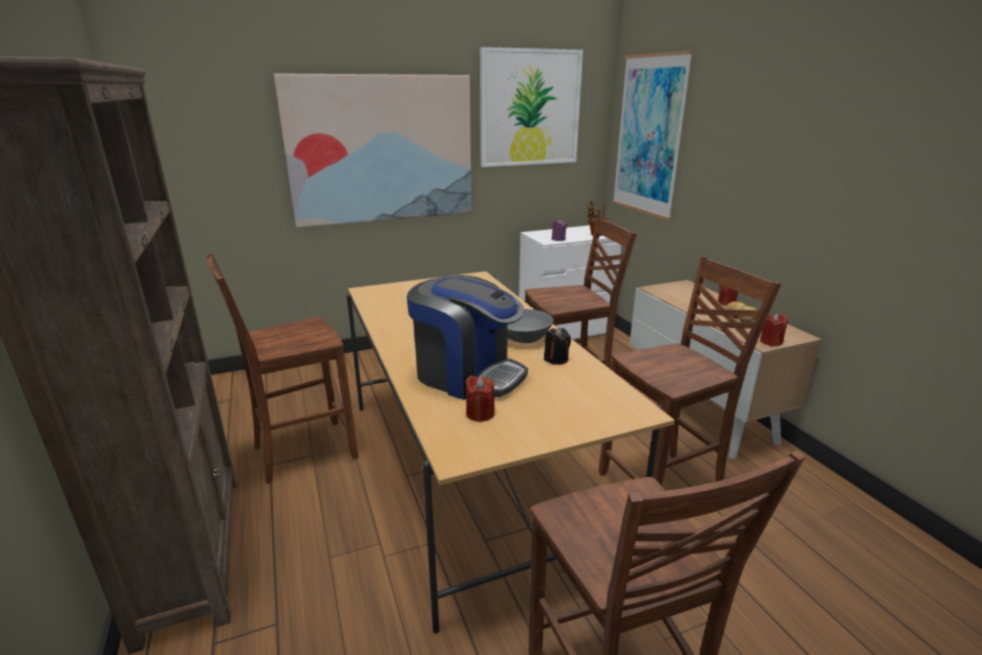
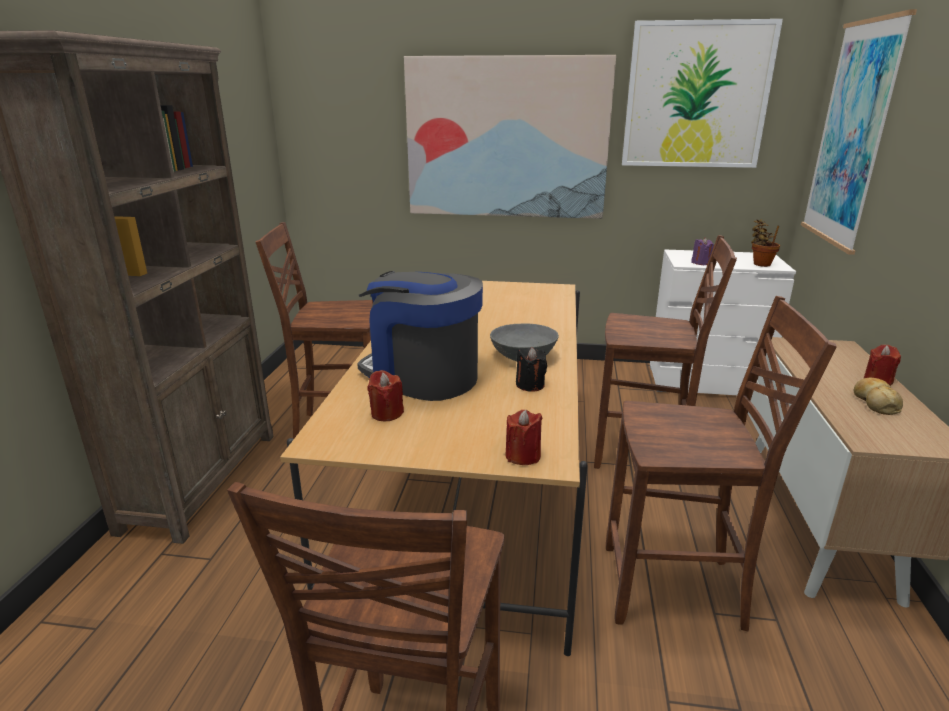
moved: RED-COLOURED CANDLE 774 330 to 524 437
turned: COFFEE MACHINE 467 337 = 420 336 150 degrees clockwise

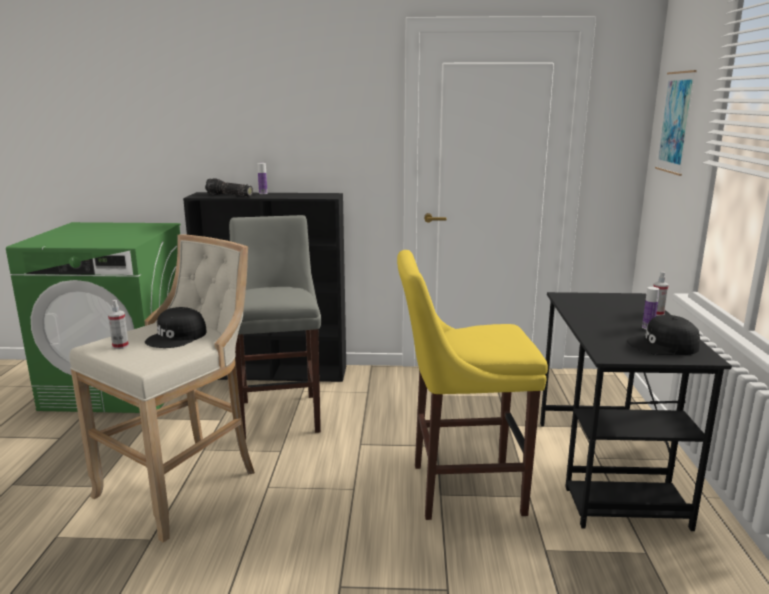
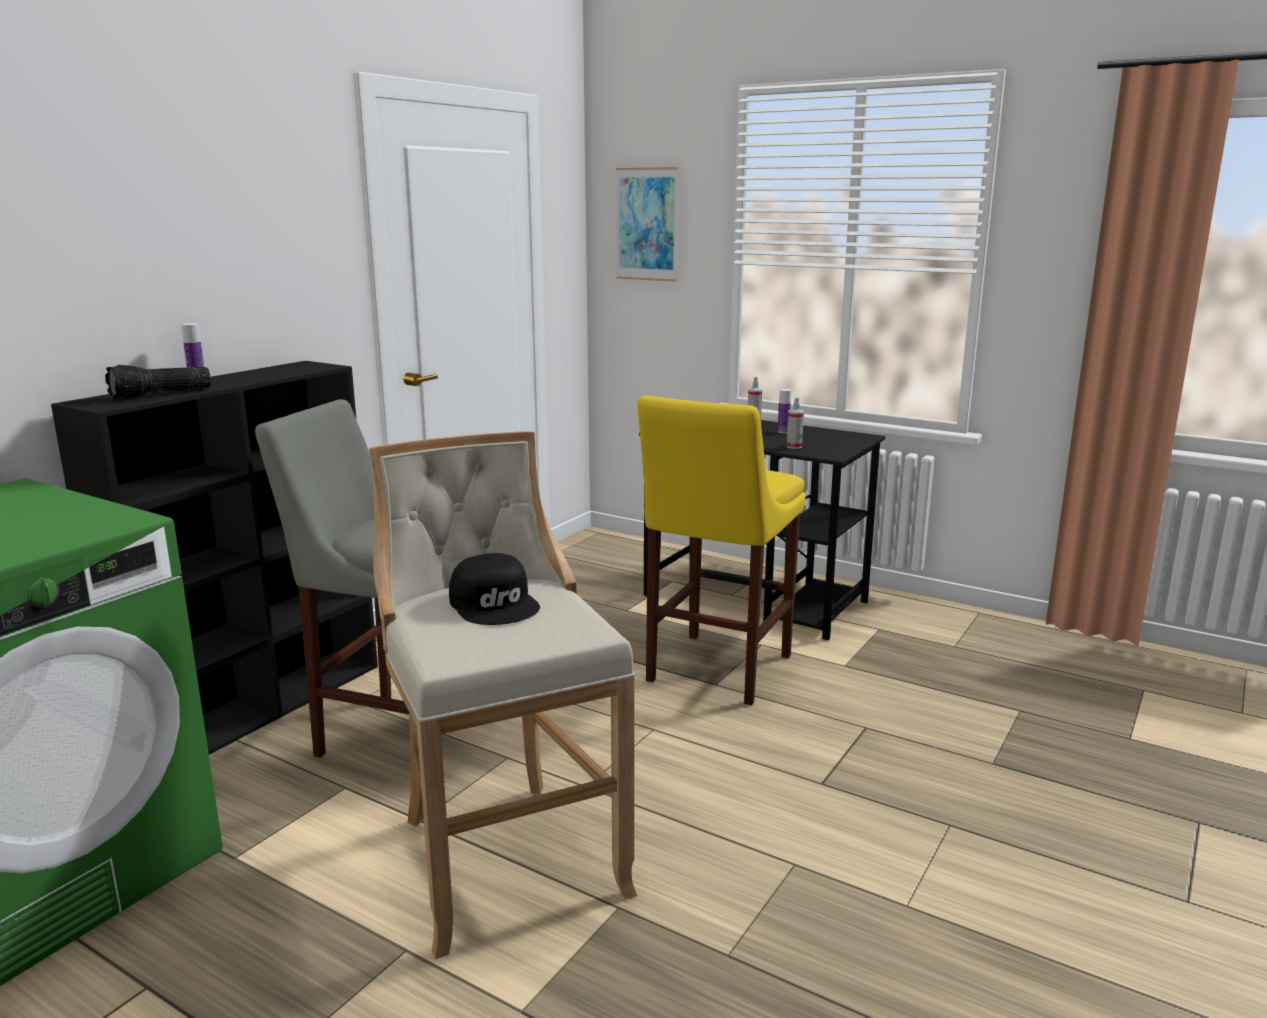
removed: BLACKISH CAP 663 335
moved: HAND SPRAYER 118 324 to 795 423

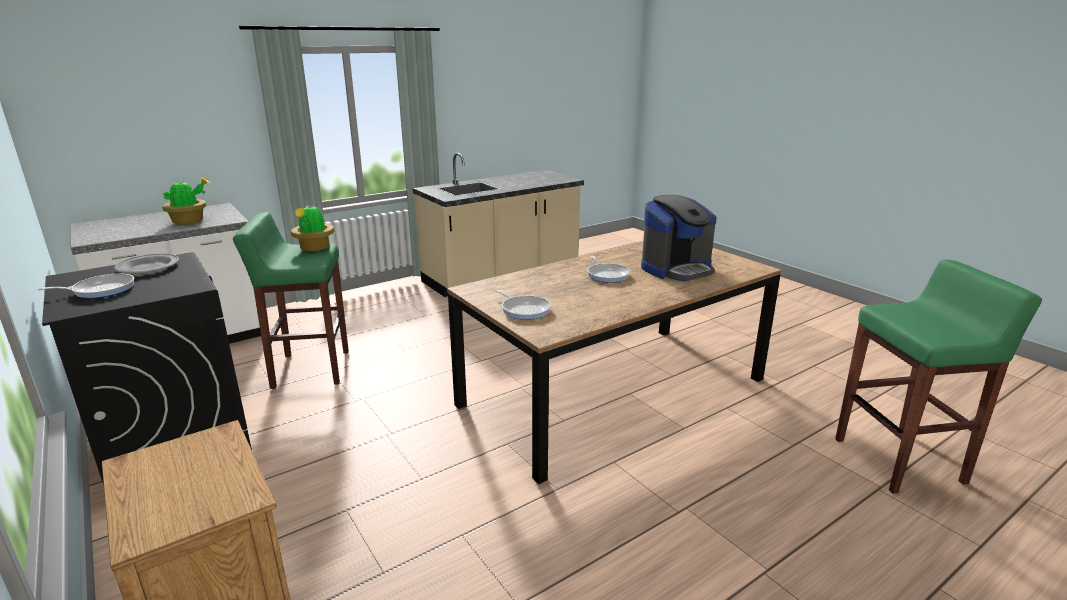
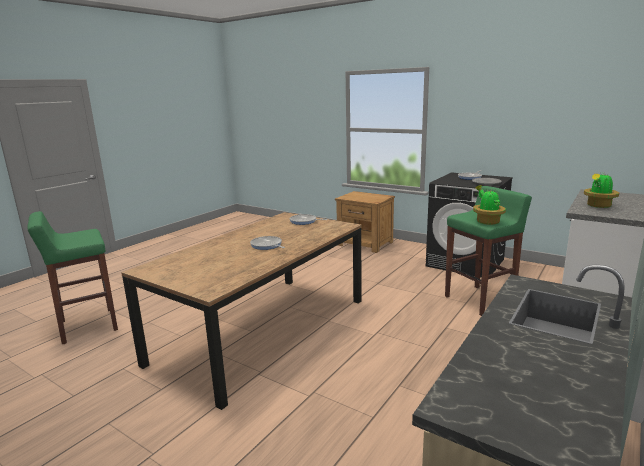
removed: COFFEE MACHINE 679 238

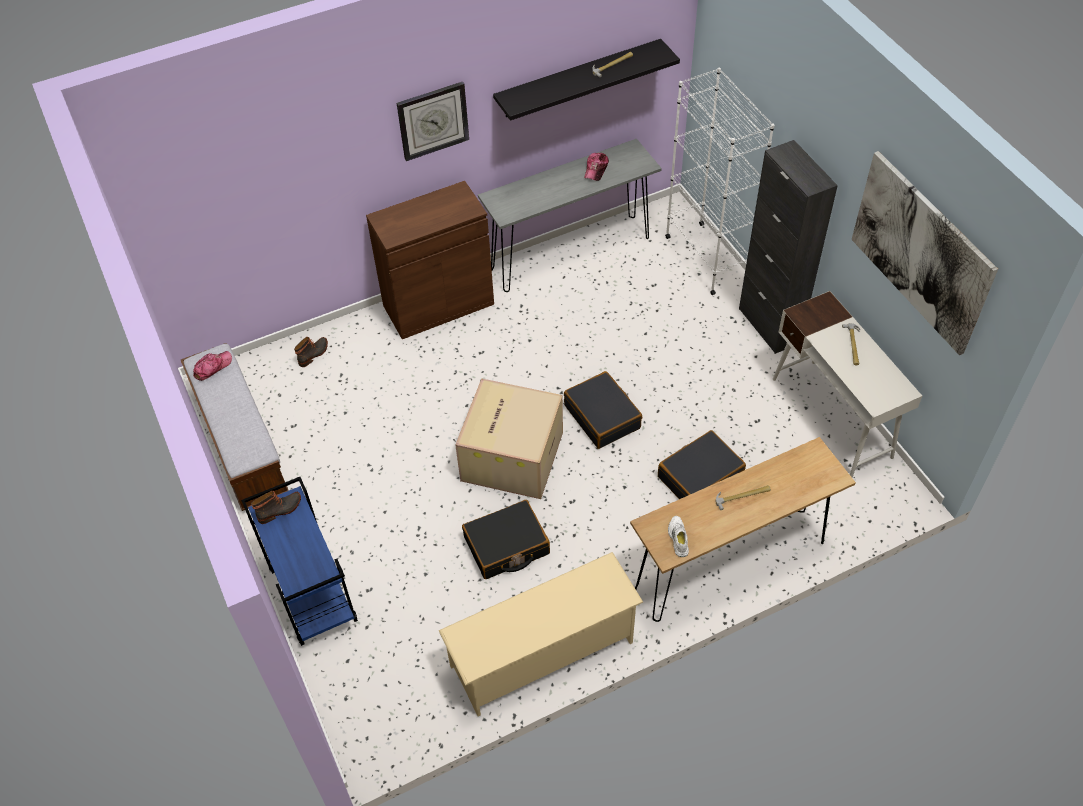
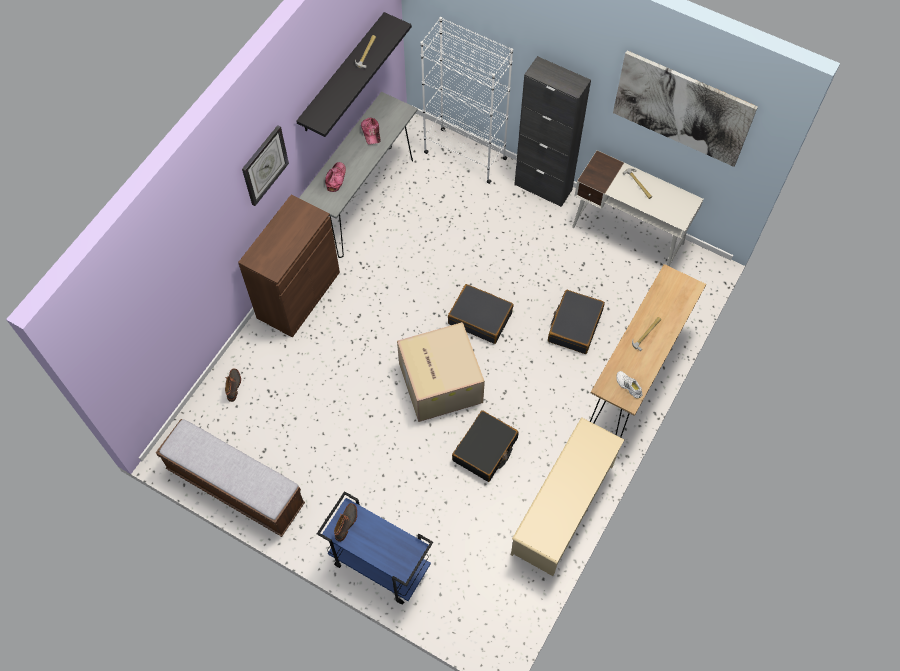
moved: CAP 212 366 to 335 177

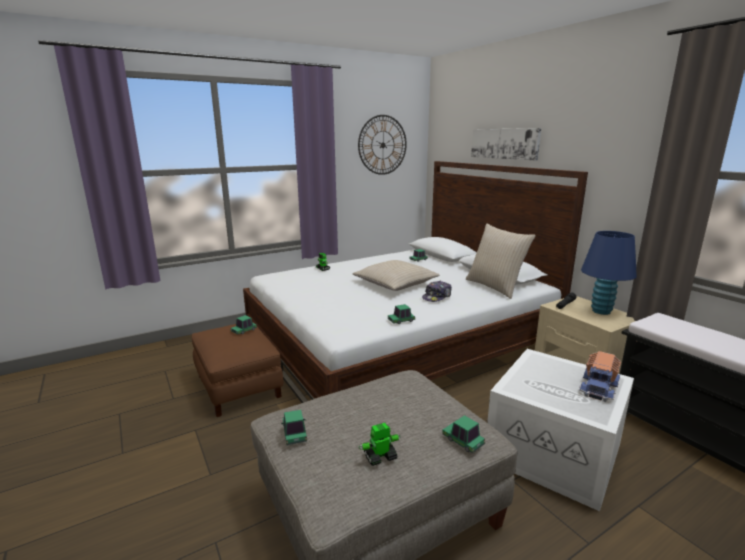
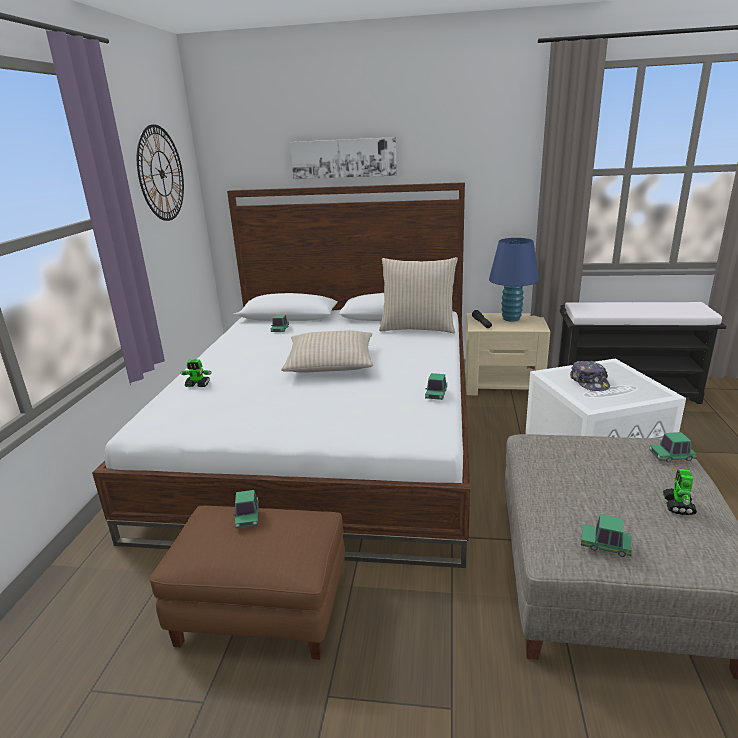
removed: TOY LORRY 600 376
moved: CAP 437 291 to 590 376

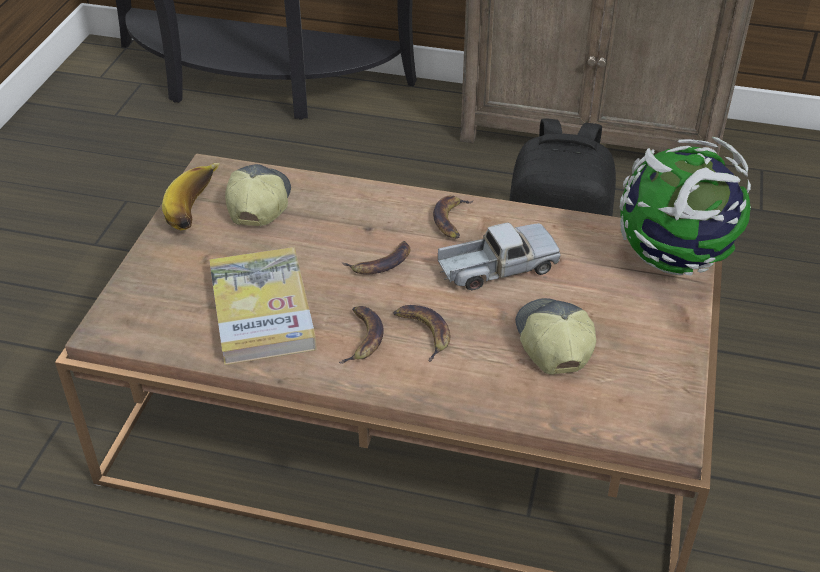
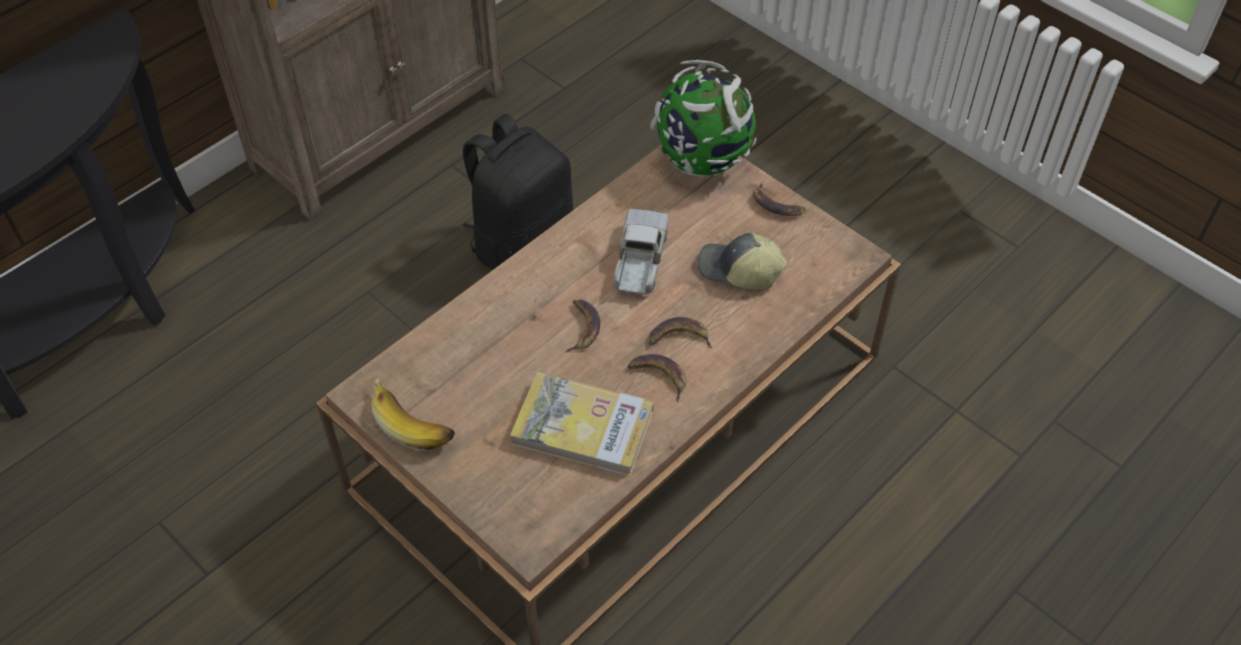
removed: CAP 258 195
moved: WHOLE BANANA 453 217 to 779 199

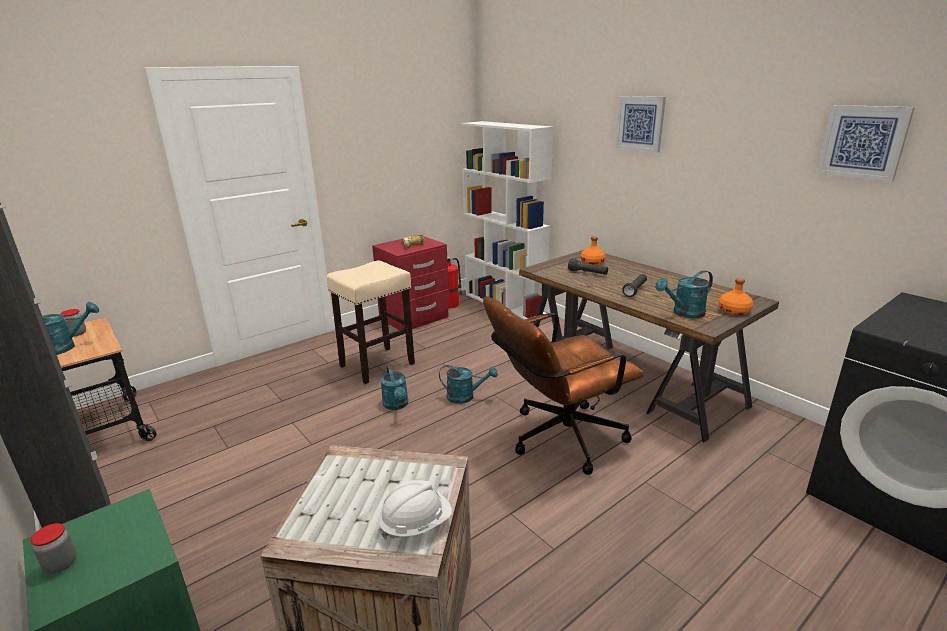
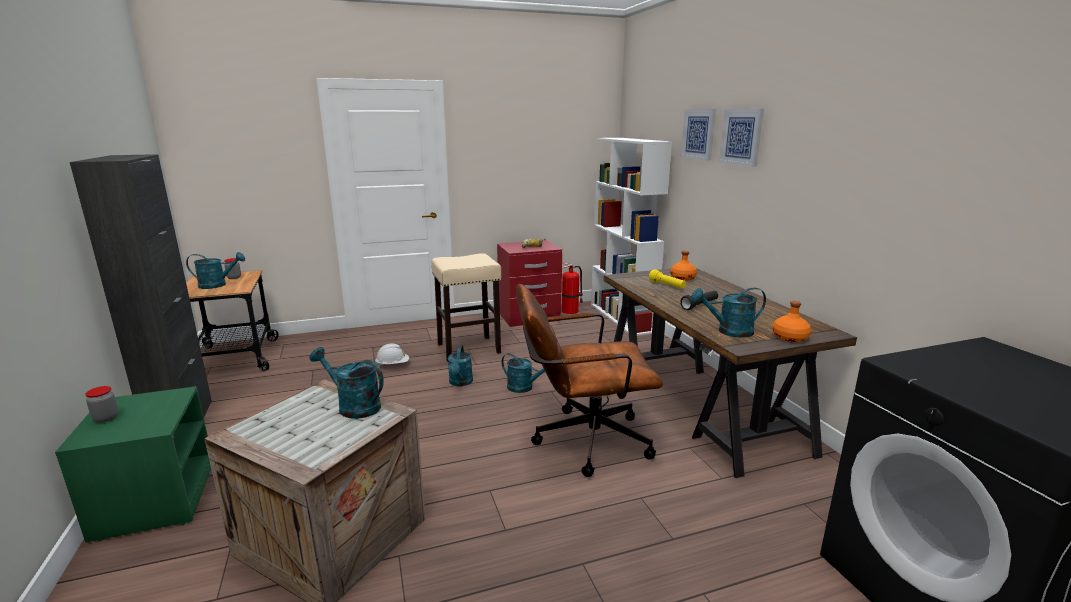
added: TURQUOISE-COLOURED SPRINKLING CAN 347 383
moved: WHITE SAFETY HELMET 415 510 to 392 354; WALL ART 866 143 to 698 135
recoloured: BLACKISH FLASHLIGHT 588 266 to YELLOWISH FLASHLIGHT 667 279

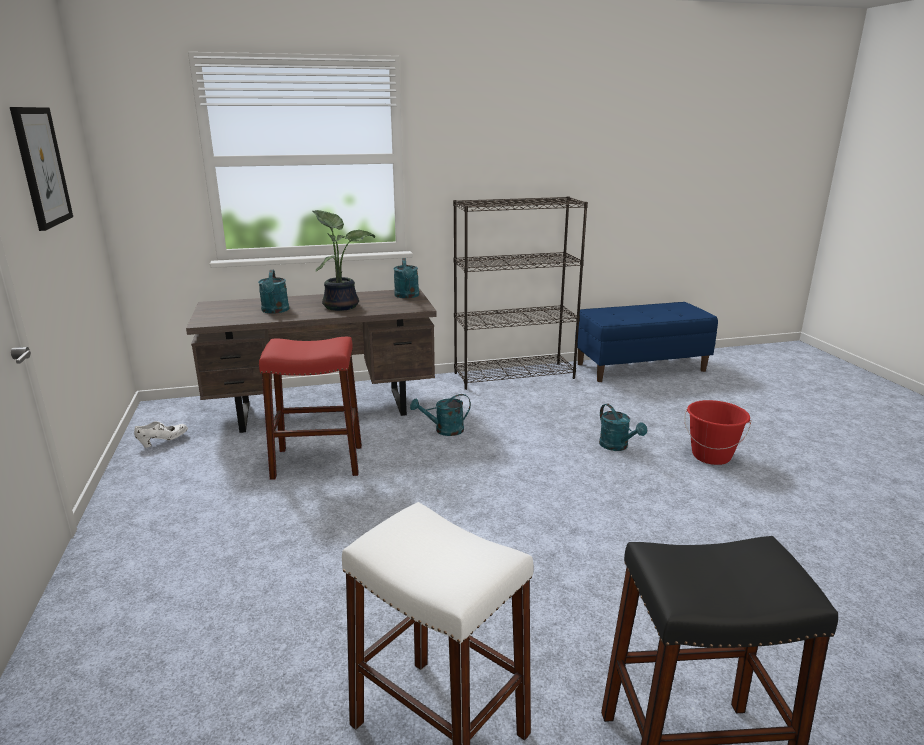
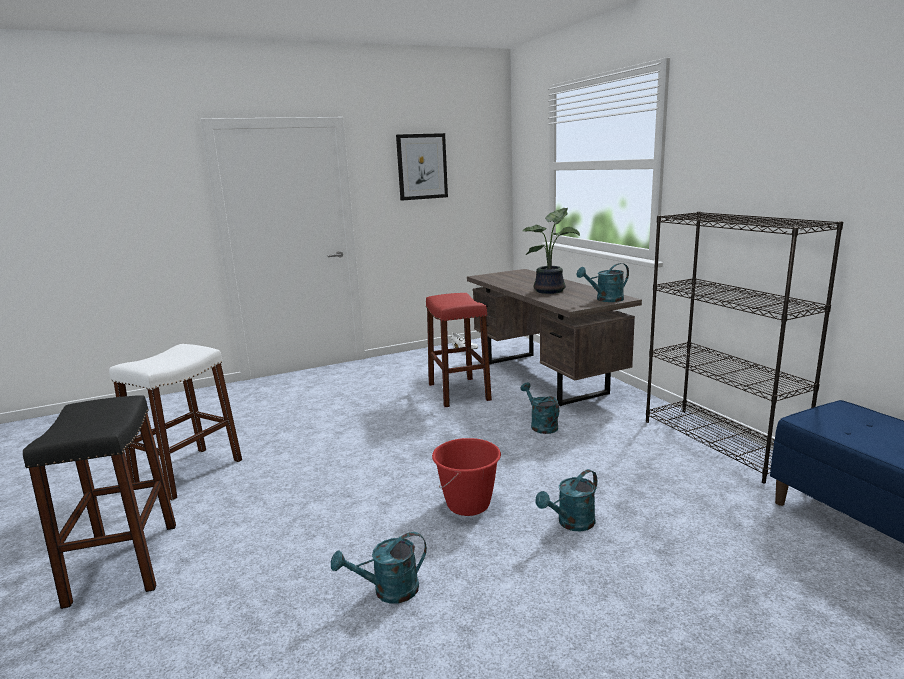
moved: TURQUOISE-COLOURED SPRINKLING CAN 273 292 to 379 568; RED-COLOURED BUCKET 717 432 to 466 477

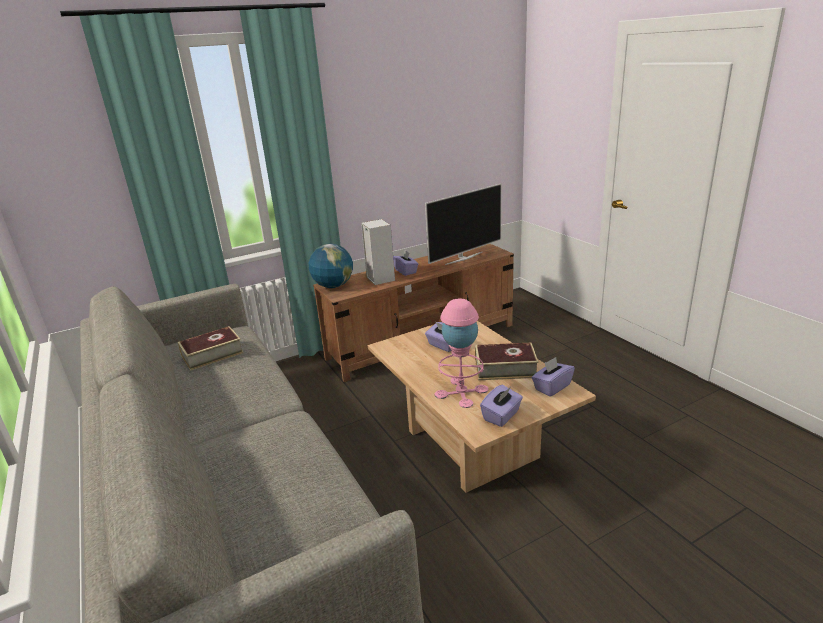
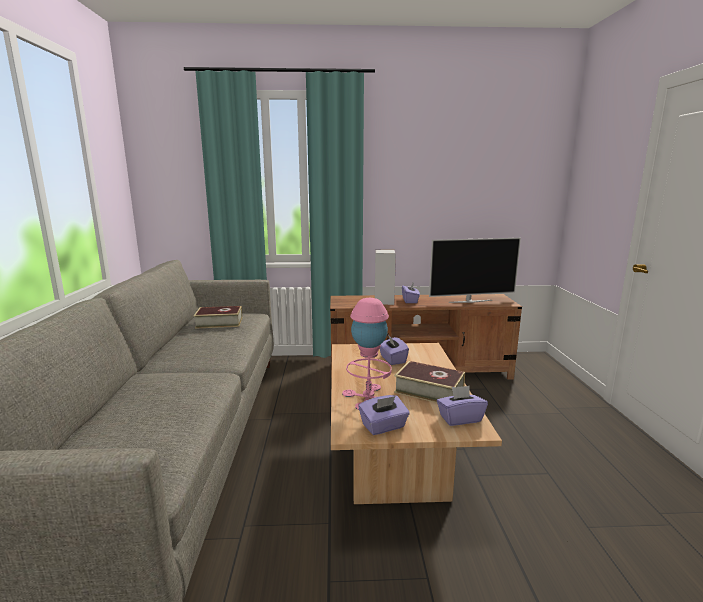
removed: DESK GLOBE 331 266

